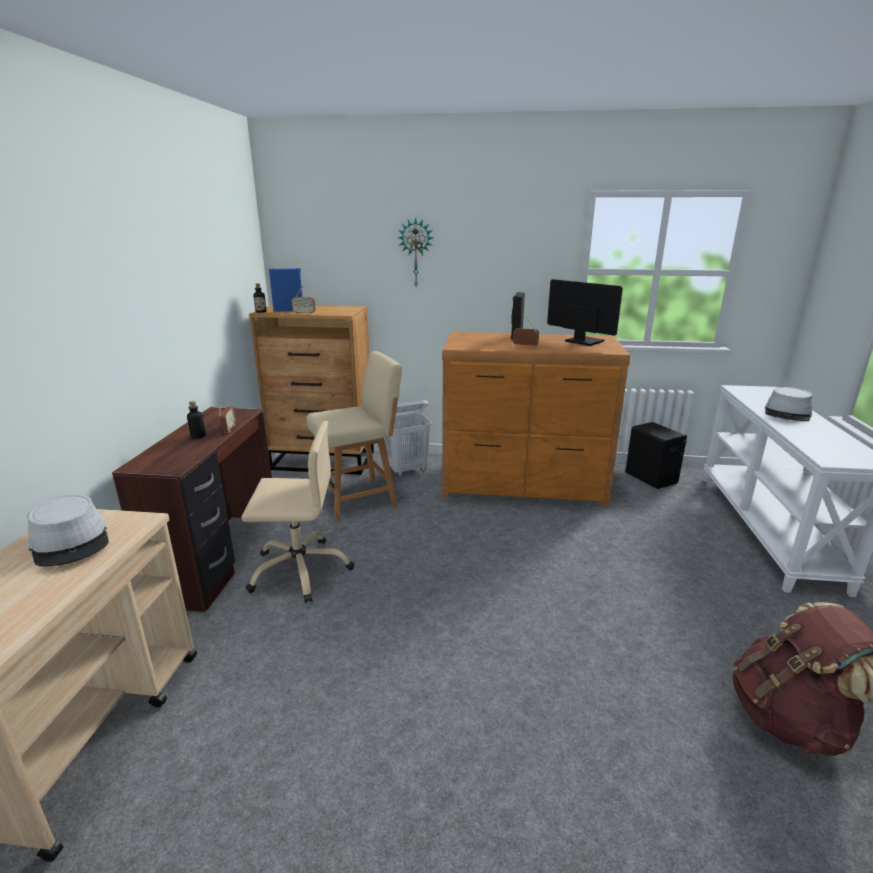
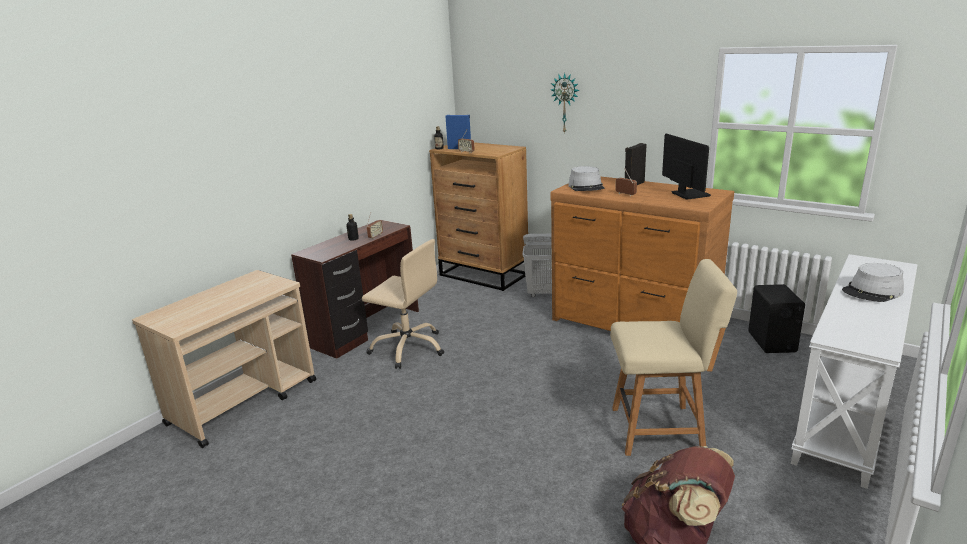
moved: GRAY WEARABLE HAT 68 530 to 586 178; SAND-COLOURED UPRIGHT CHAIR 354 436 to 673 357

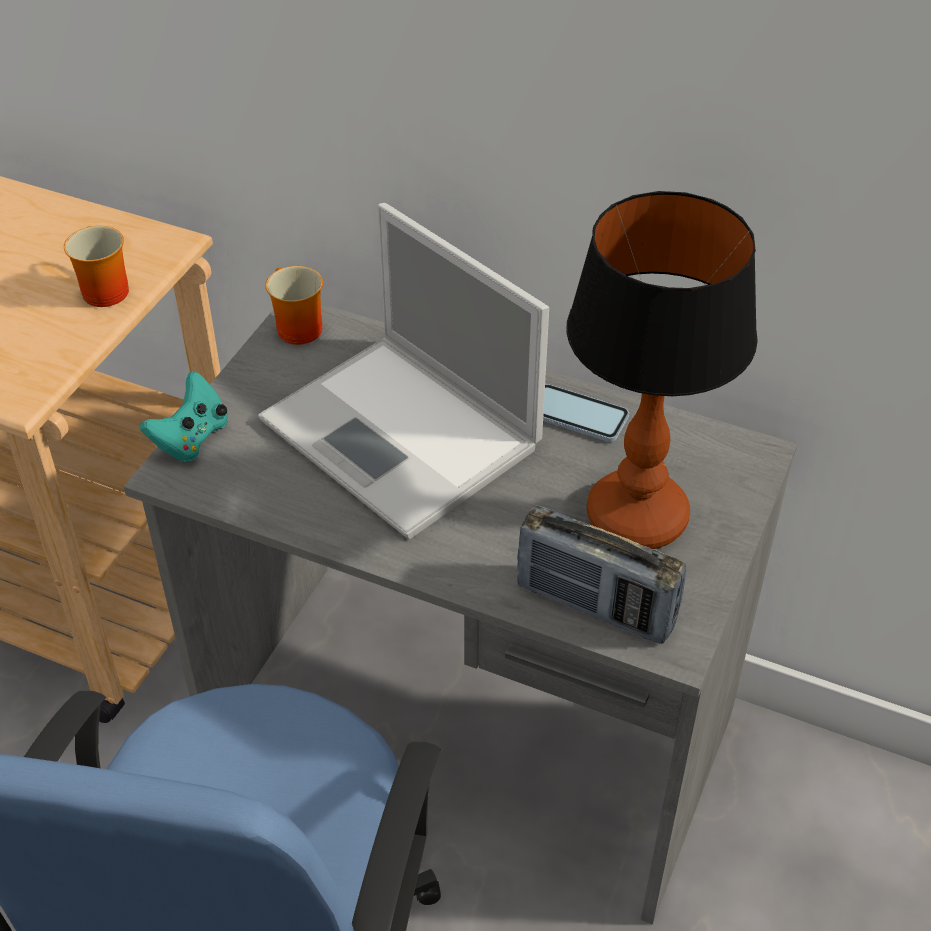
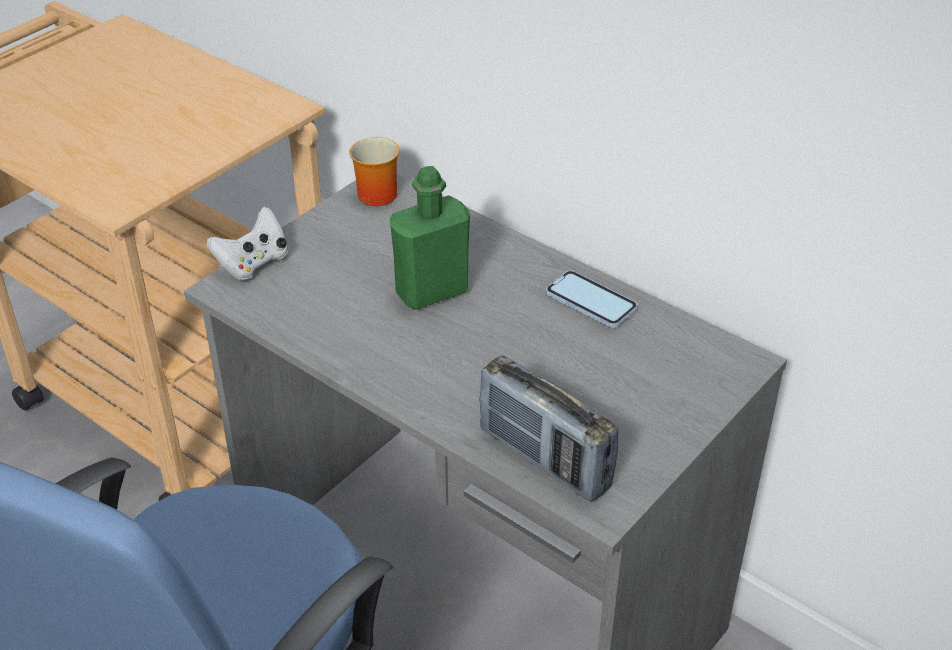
removed: TEA MUG 96 266; TABLETOP LAMP 662 370
replaced: PORTABLE COMPUTER 403 371 to GREEN-COLOURED BEVERAGE BOTTLE 430 238
recoloured: TURQUOISE-COLOURED GAME CONTROLLER 184 417 to WHITE GAME CONTROLLER 247 243

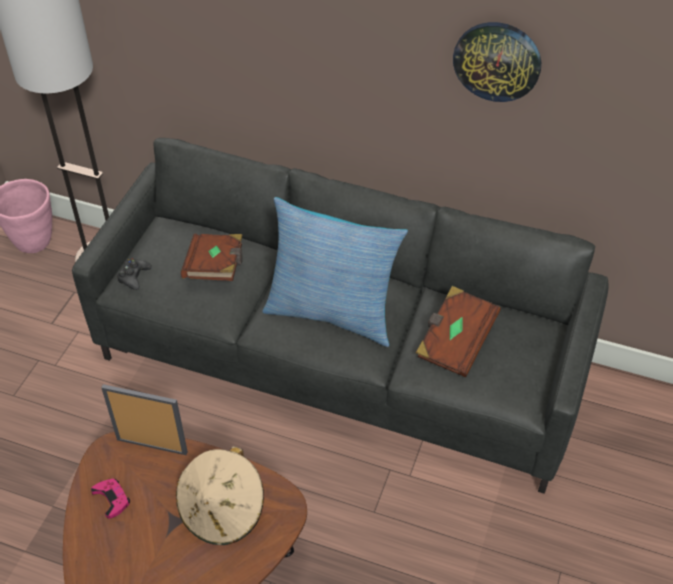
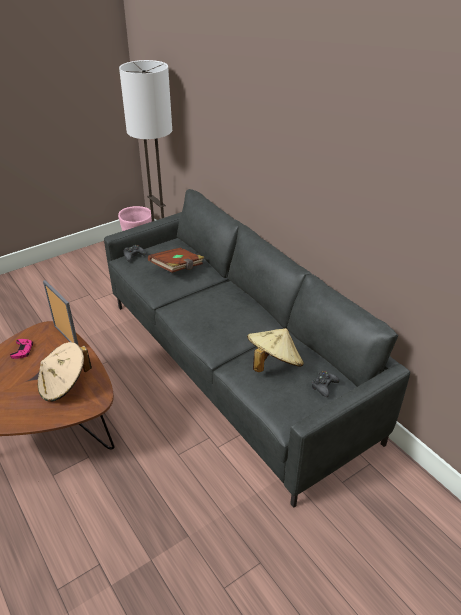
removed: PILLOW 335 272; HANGING CLOCK 497 62
added: BLACKISH GAME CONTROLLER 325 384
replaced: BROWN-COLOURED VOLUME 458 331 to SAND-COLOURED WEARABLE HAT 275 350

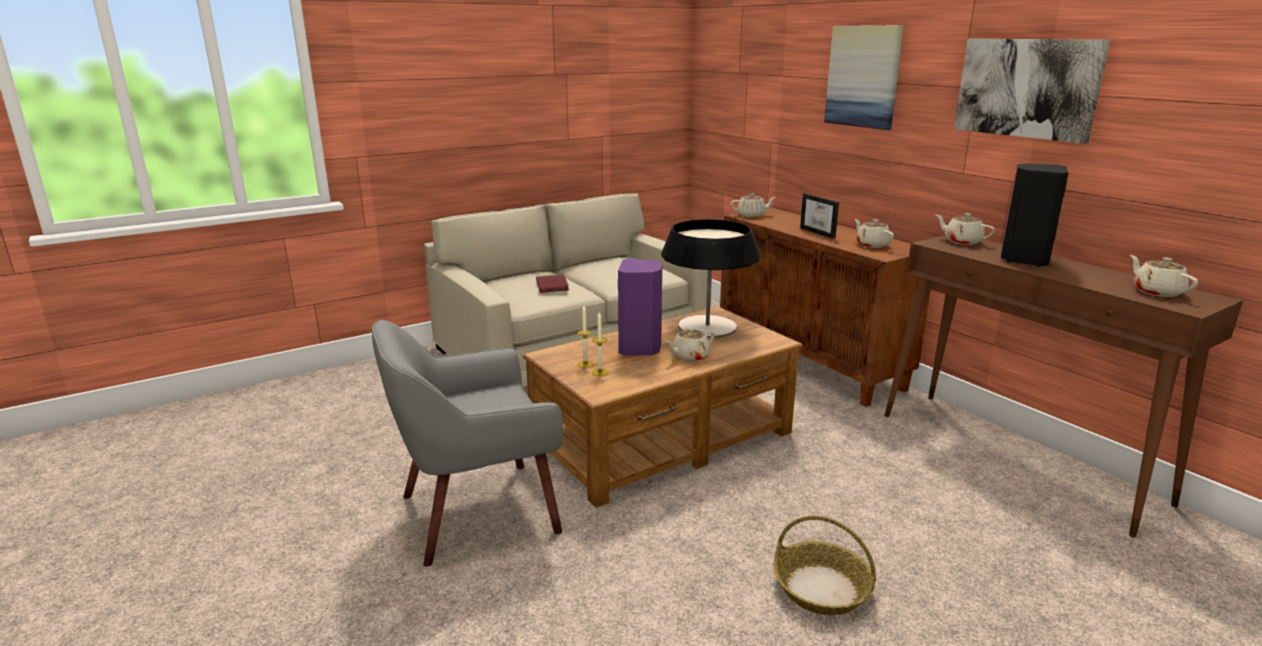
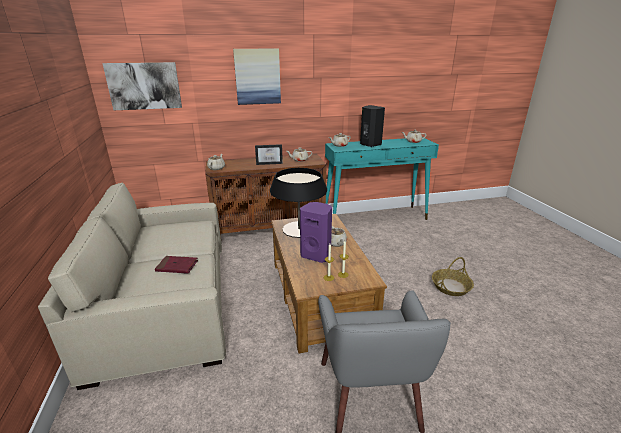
moved: WALL ART 1032 91 to 142 86
recoloured: BROWN-COLOURED NARROW TABLE 1063 386 to TURQUOISE-COLOURED NARROW TABLE 382 178

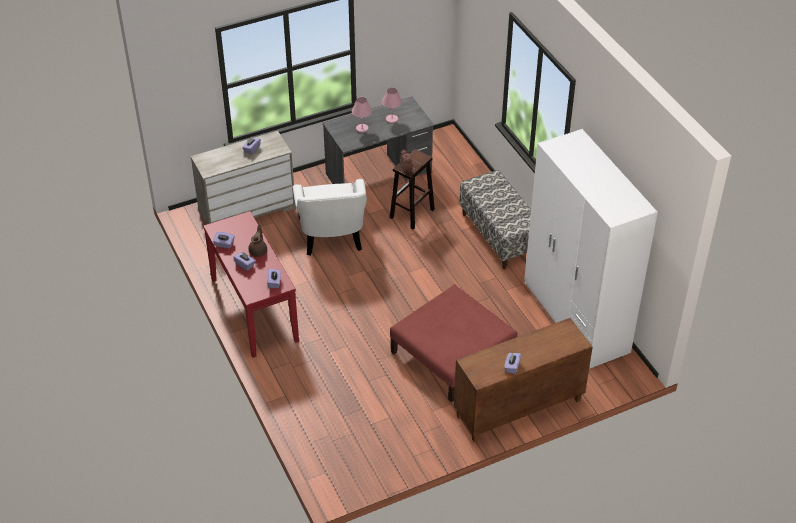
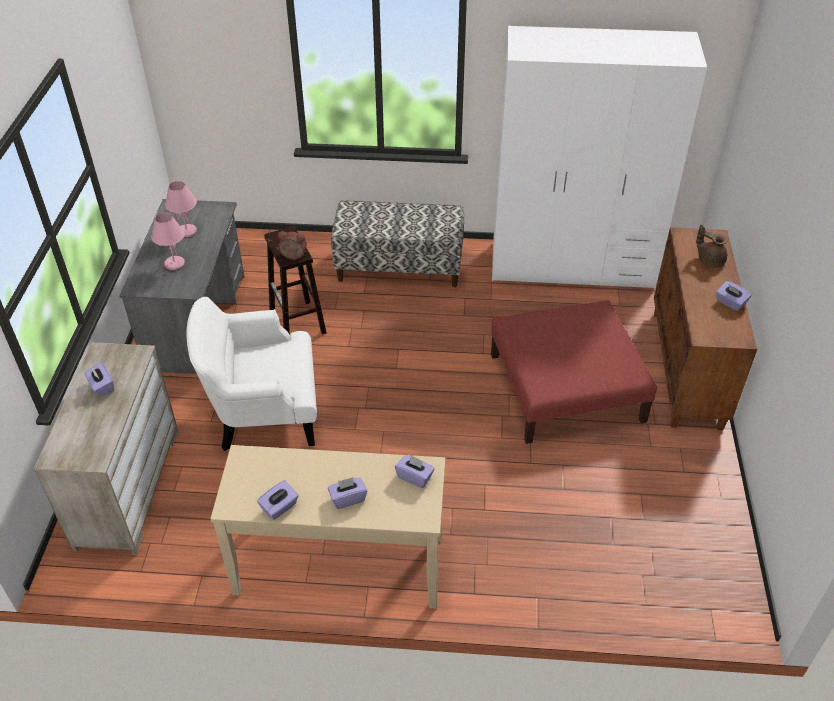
moved: BROWN-COLOURED TEAPOT 257 241 to 711 246
recoloured: RED-COLOURED NARROW TABLE 251 284 to SAND-COLOURED NARROW TABLE 327 527
turned: WHITE LOUNGE CHAIR 329 217 = 252 374 150 degrees clockwise

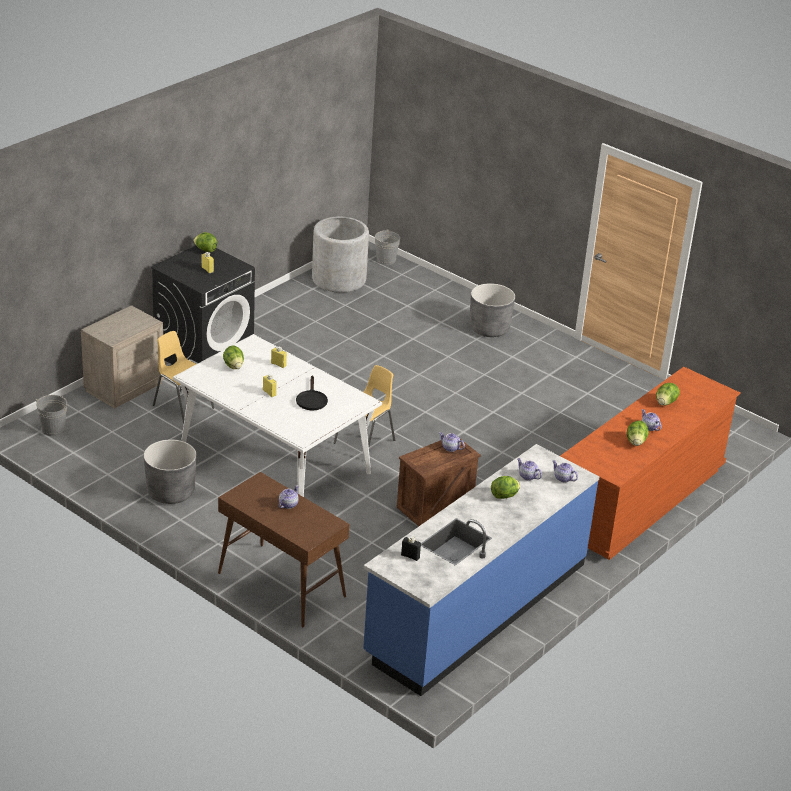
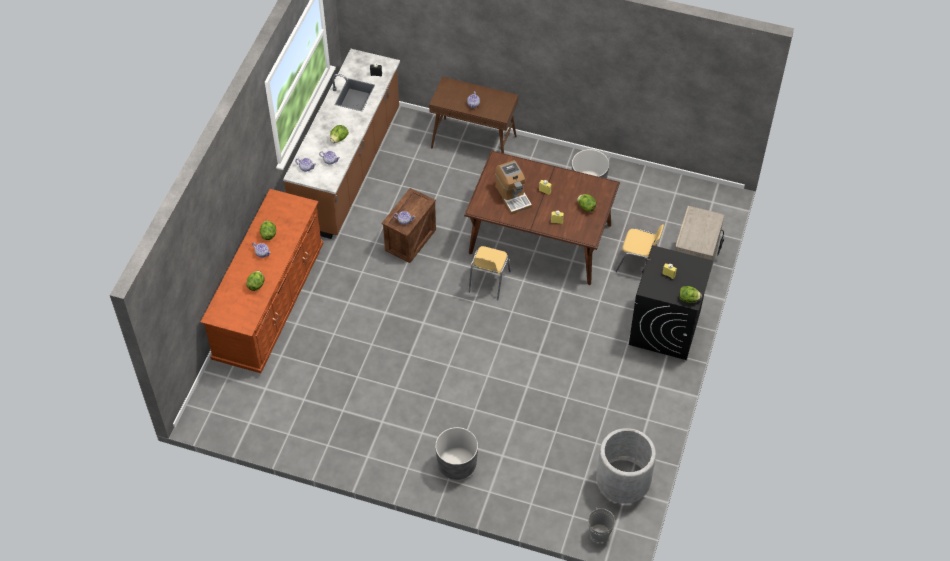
removed: GRAY BUCKET 52 415
replaced: BLACKISH SKILLET 312 393 to COFFEE MACHINE 513 187
recoloured: WHITE DINNER TABLE 277 415 to BROWN-COLOURED DINNER TABLE 542 218; BLUE KITCHEN COUNTER 481 570 to BROWN-COLOURED KITCHEN COUNTER 341 144

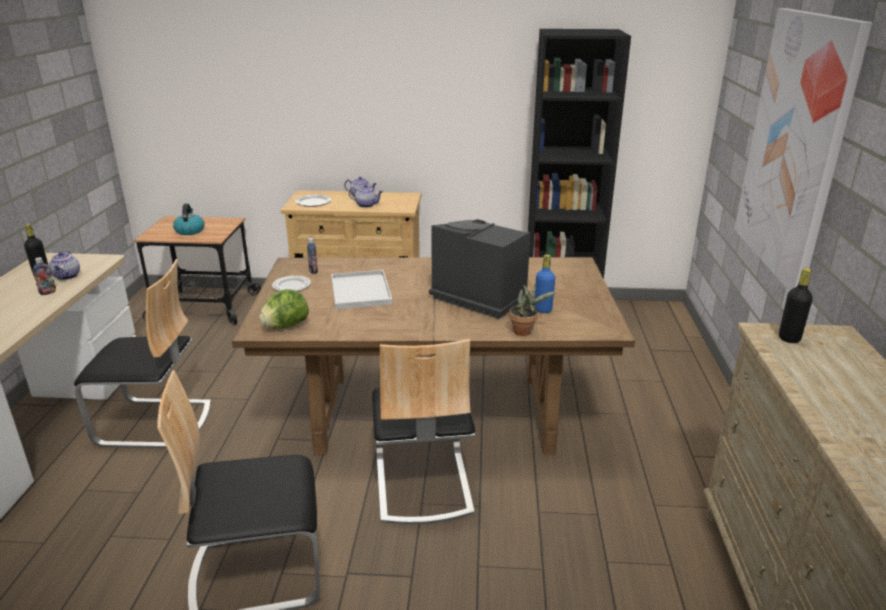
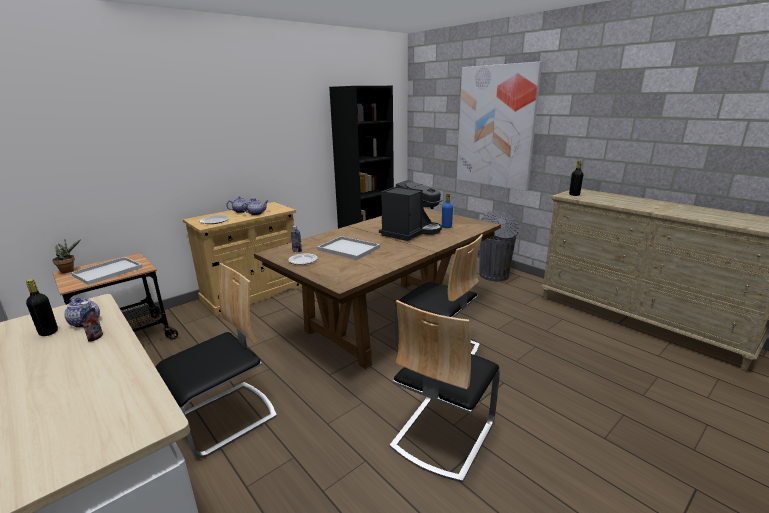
removed: LETTUCE 284 309
added: GRAY RUBBISH BIN 499 246
moved: PLANT IN A POT 533 310 to 66 256
replaced: KETTLE 188 219 to WHITE CARRYING TRAY 107 271
turned: COFFEE MACHINE 480 269 = 410 210 135 degrees clockwise

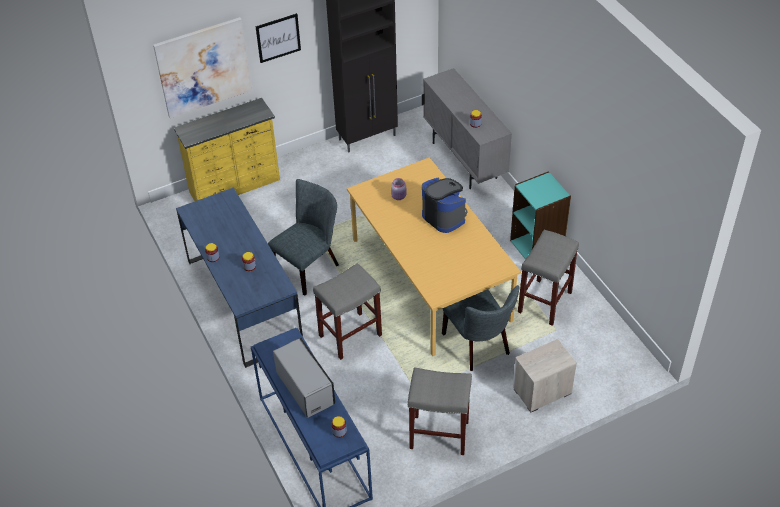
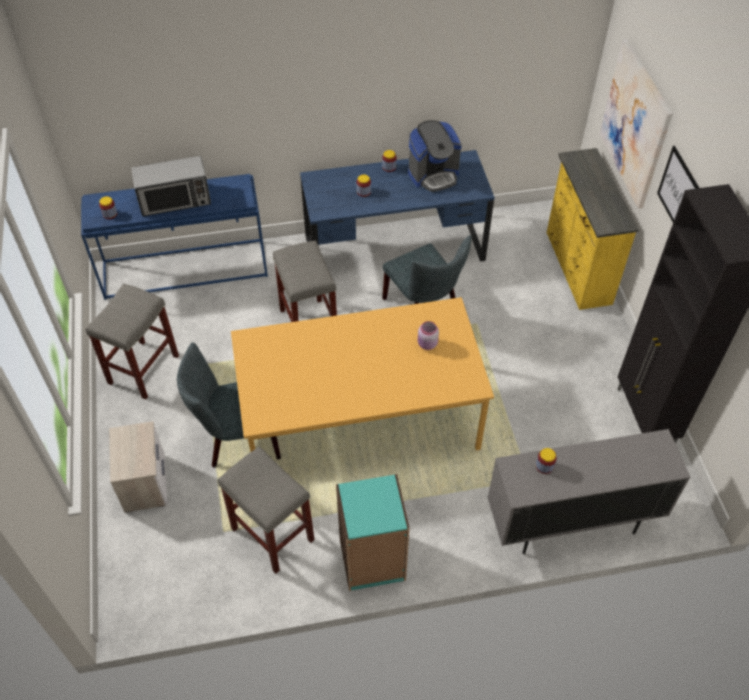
moved: COFFEE MACHINE 445 205 to 435 156

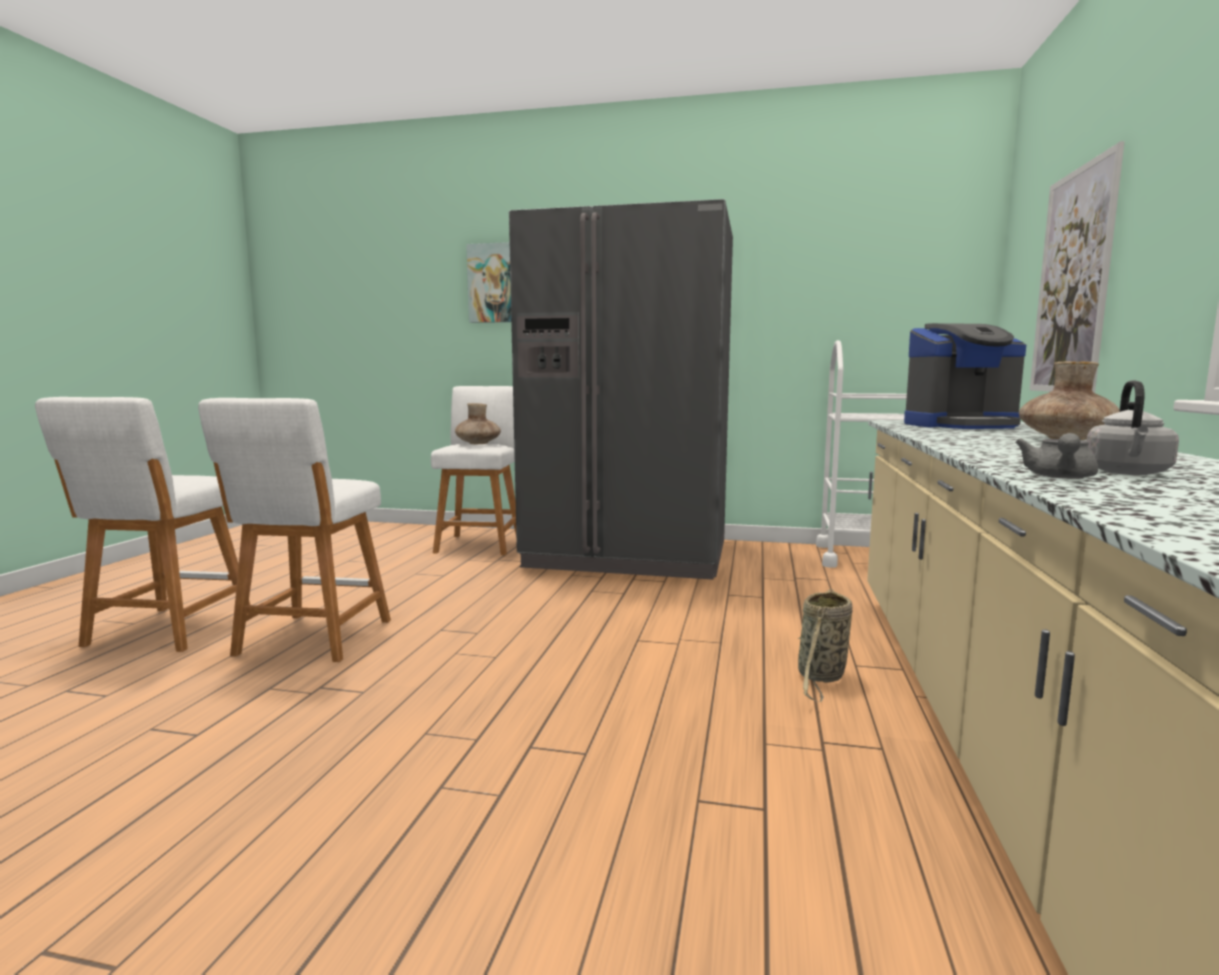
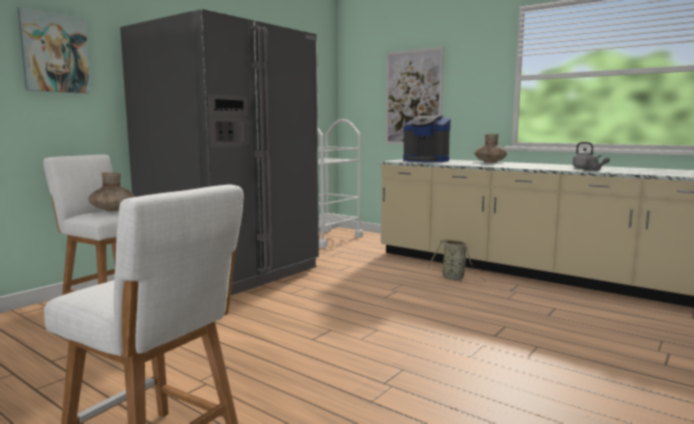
removed: WHITE STOOL SEAT 294 530
turned: COFFEE MACHINE 965 376 = 427 139 105 degrees clockwise

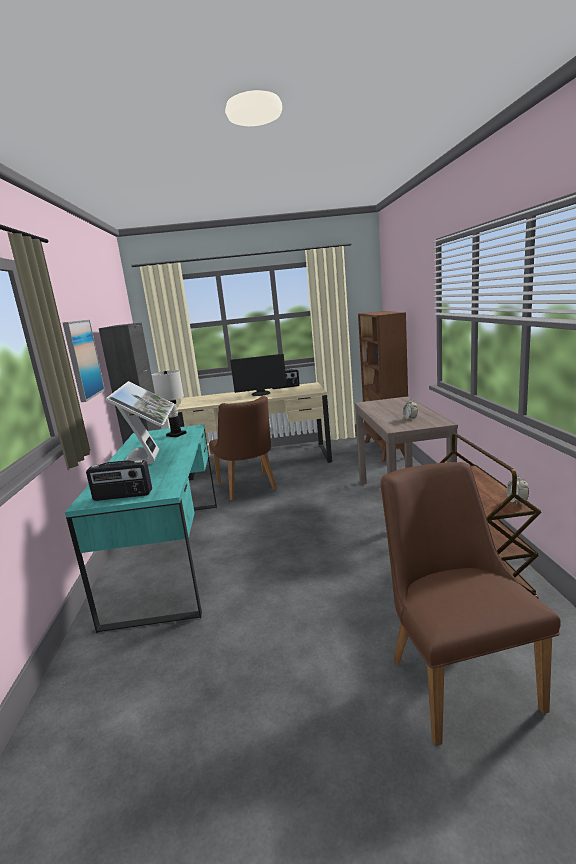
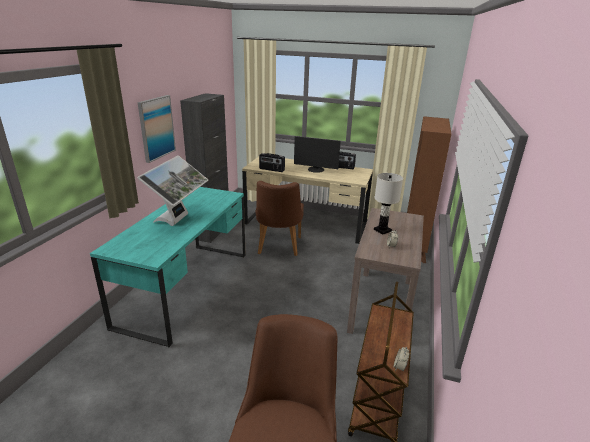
moved: RADIO RECEIVER 119 480 to 272 162; WHITE TABLETOP LAMP 169 403 to 388 203

